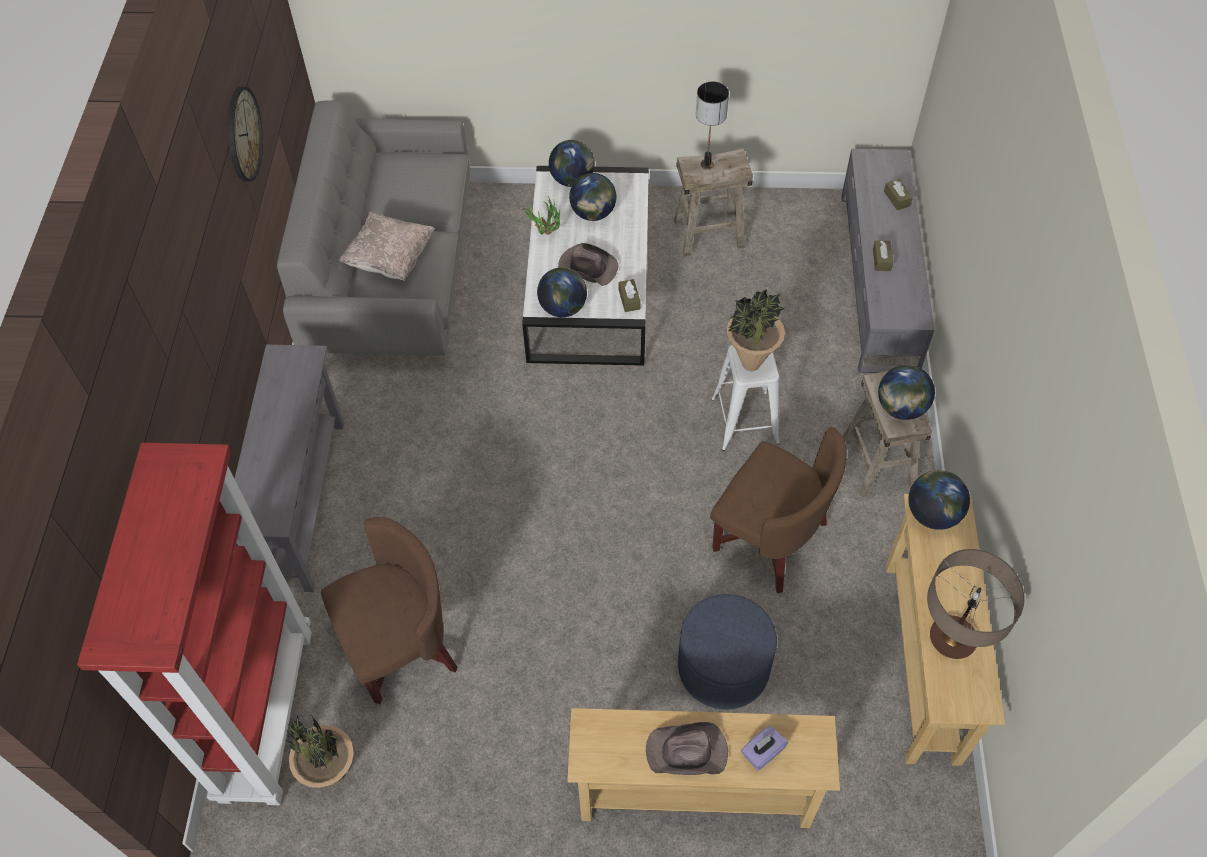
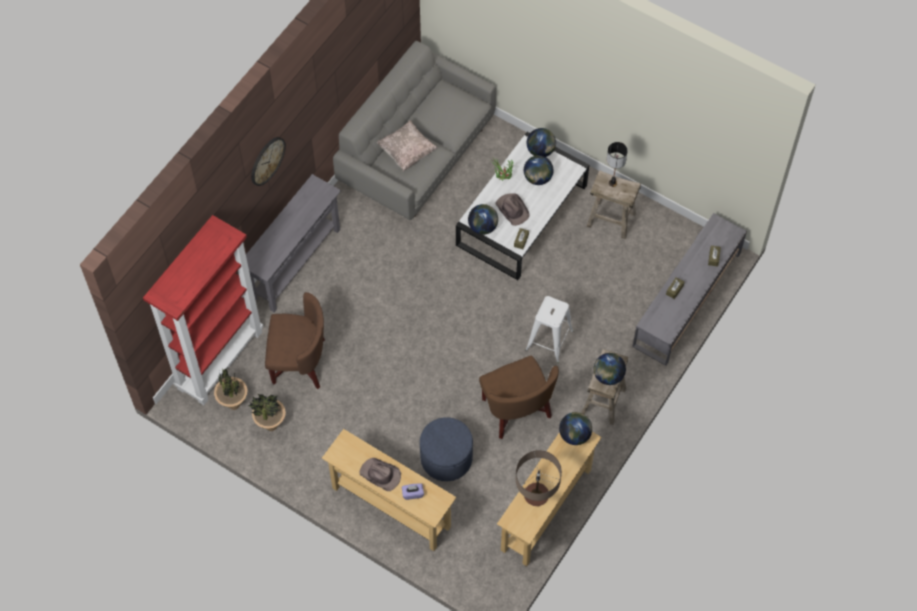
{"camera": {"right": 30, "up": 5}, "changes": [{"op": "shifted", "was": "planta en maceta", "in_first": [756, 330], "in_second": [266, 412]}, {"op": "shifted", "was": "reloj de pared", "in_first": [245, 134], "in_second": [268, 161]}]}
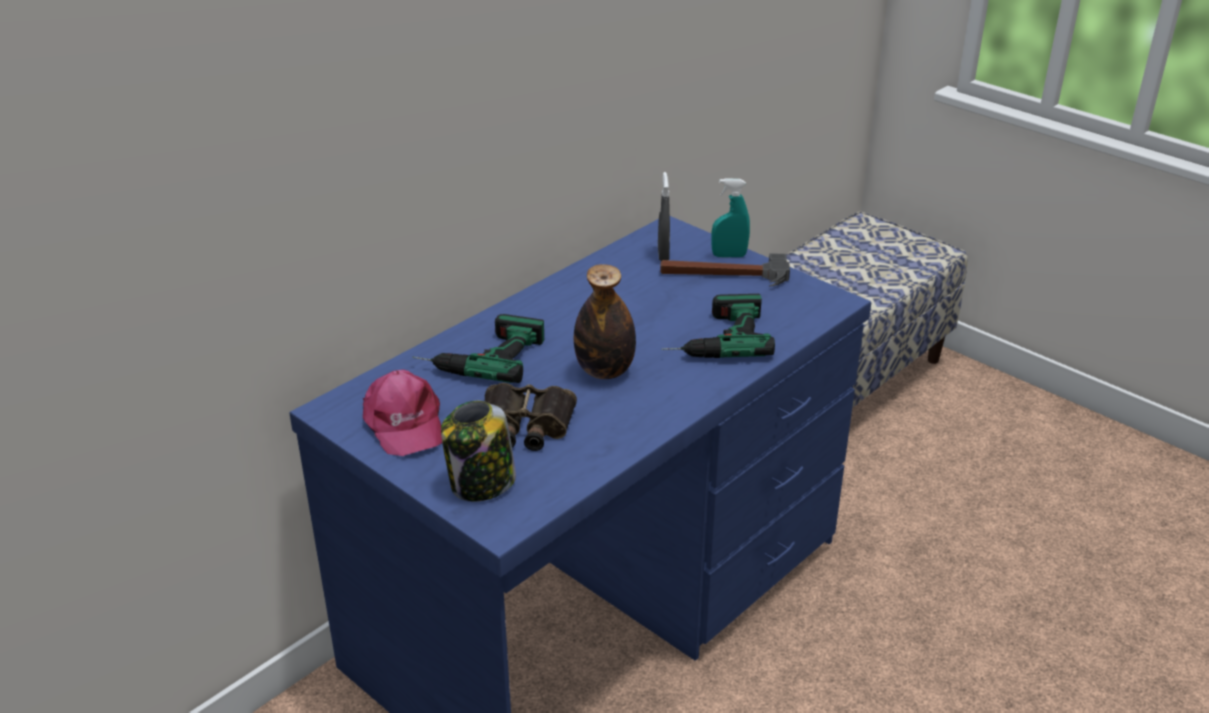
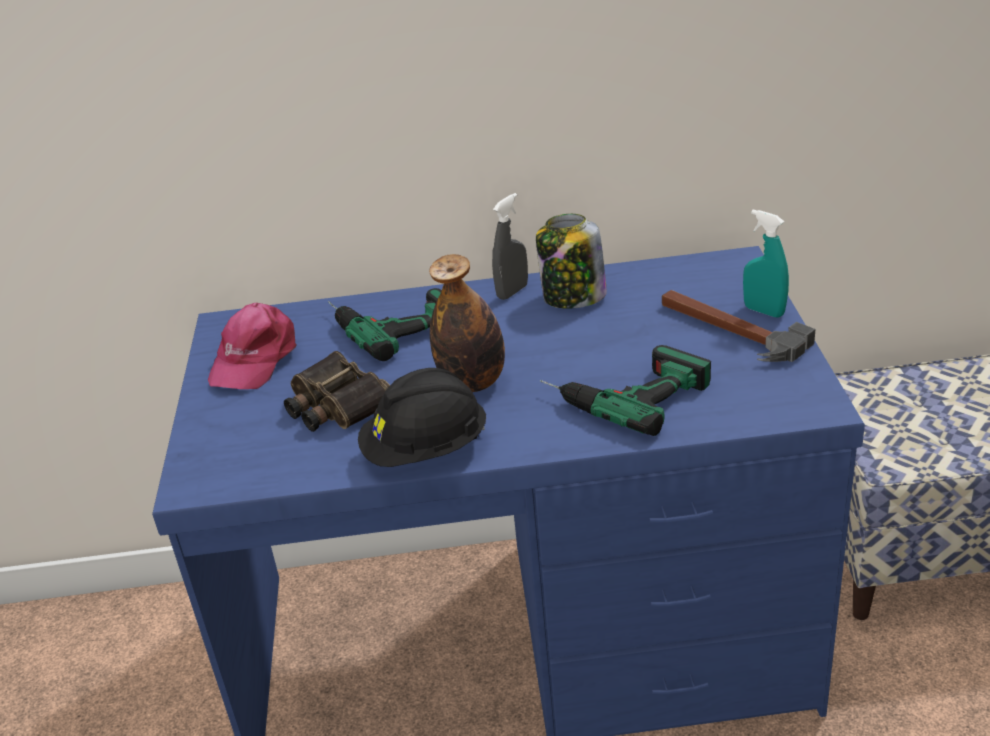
{"camera": {"right": 45, "up": 0}, "changes": [{"op": "new", "now": "casco/negro", "in_second": [422, 417]}, {"op": "shifted", "was": "pulverizador/gris", "in_first": [664, 216], "in_second": [510, 246]}, {"op": "shifted", "was": "tarro", "in_first": [478, 451], "in_second": [571, 261]}]}
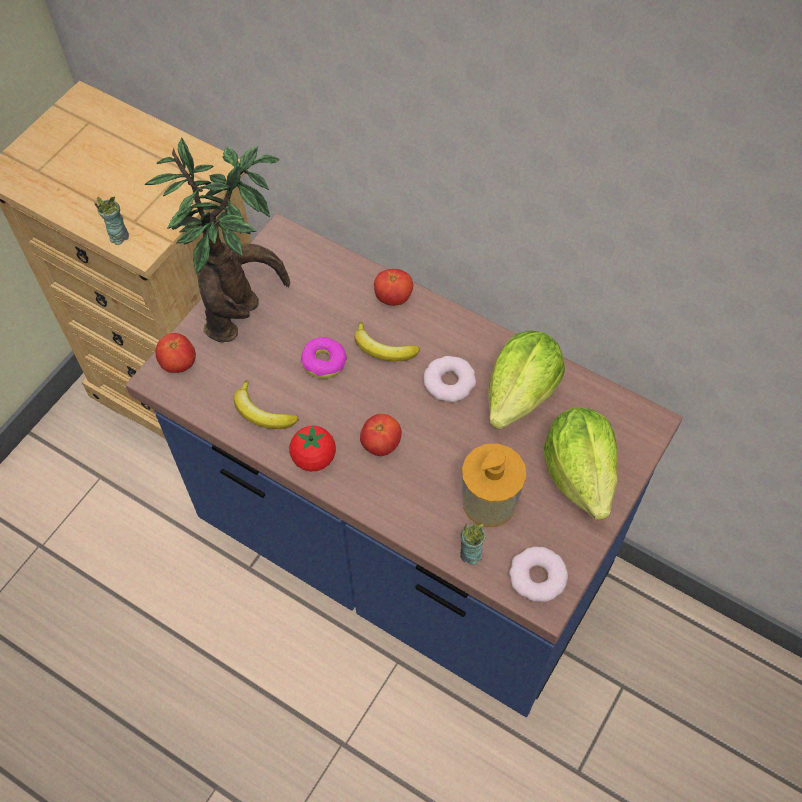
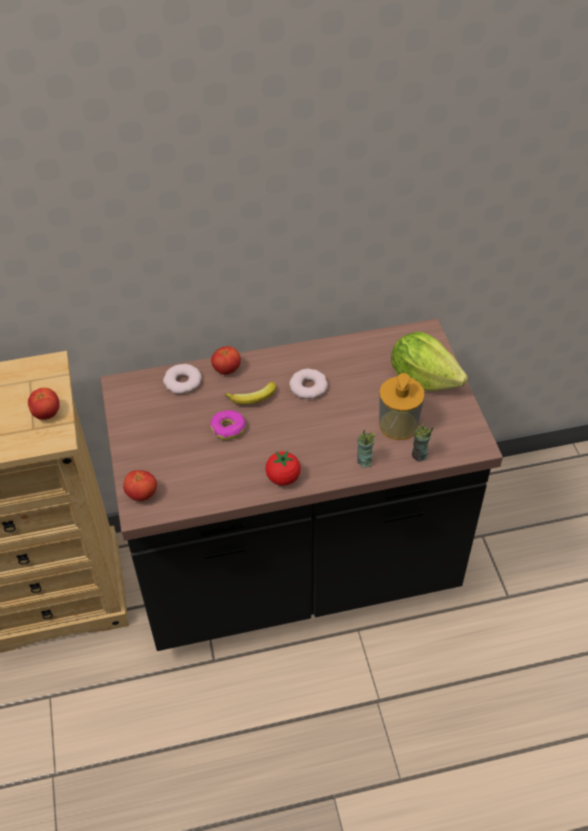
{"camera": {"right": -45, "up": -10}, "changes": [{"op": "shifted", "was": "tomate", "in_first": [381, 435], "in_second": [44, 404]}, {"op": "repainted", "was": "mueble bajo de cocina/azul", "now": "mueble bajo de cocina/negro", "in_first": [404, 465], "in_second": [302, 485]}, {"op": "shifted", "was": "rosquilla", "in_first": [538, 574], "in_second": [182, 379]}, {"op": "shifted", "was": "taza", "in_first": [111, 220], "in_second": [366, 448]}, {"op": "gone", "was": "planta en maceta", "in_first": [217, 239]}, {"op": "gone", "was": "plátano", "in_first": [266, 404]}, {"op": "gone", "was": "lechuga", "in_first": [526, 380]}]}
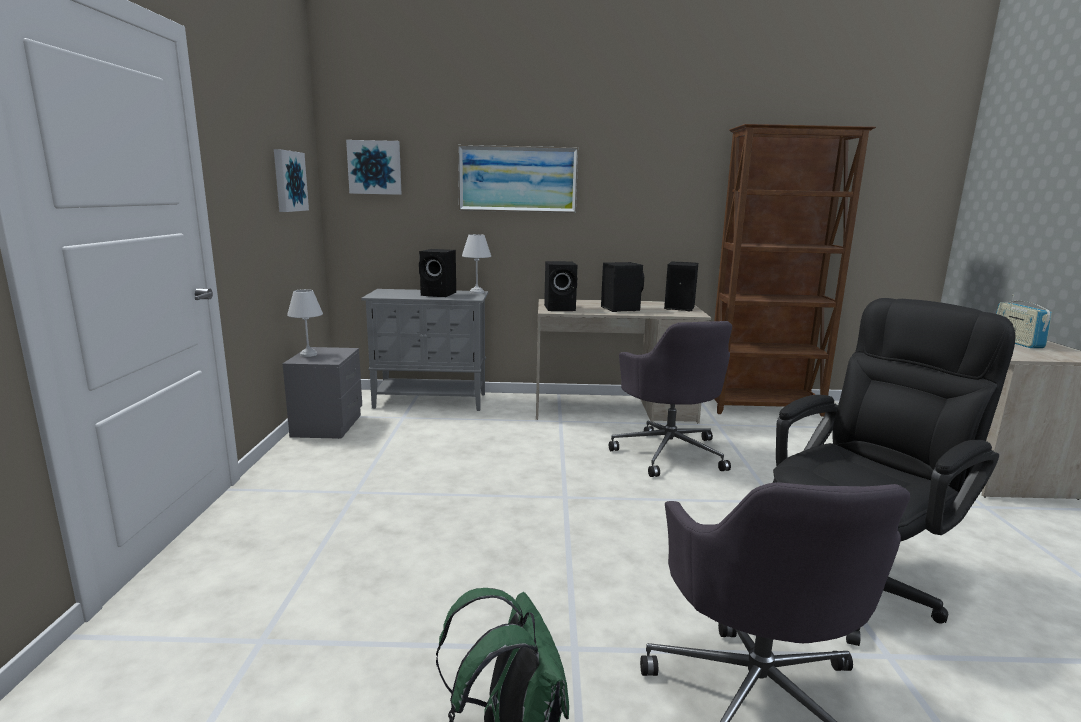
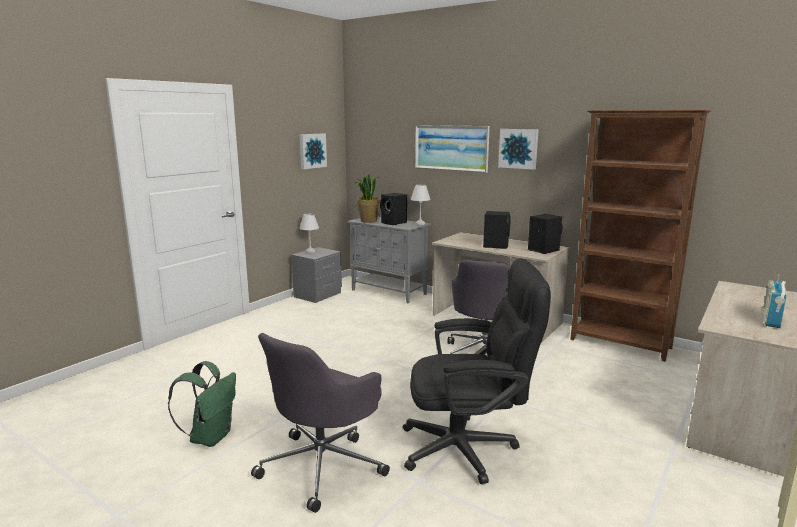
{"camera": {"right": 35, "up": 0}, "changes": [{"op": "new", "now": "planta en maceta", "in_second": [367, 198]}, {"op": "shifted", "was": "cuadro", "in_first": [374, 167], "in_second": [518, 149]}, {"op": "gone", "was": "altavoz/negro", "in_first": [560, 286]}]}
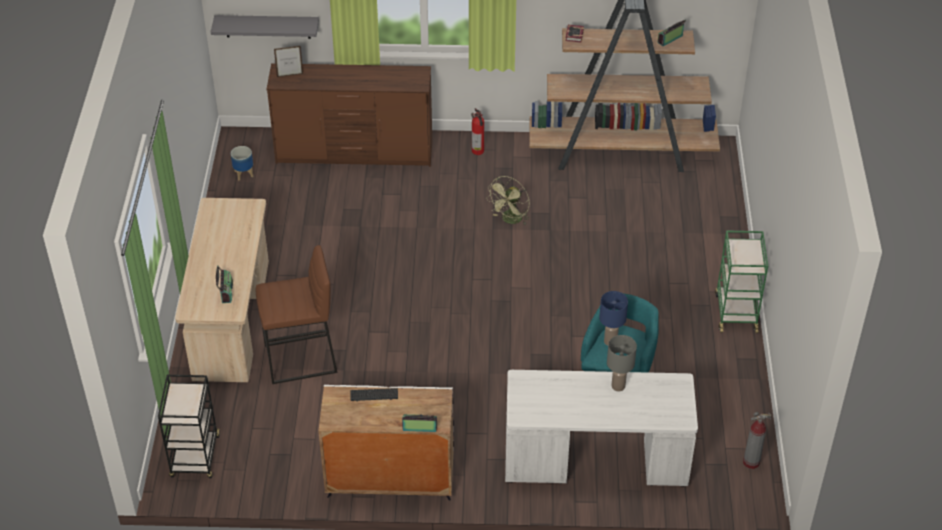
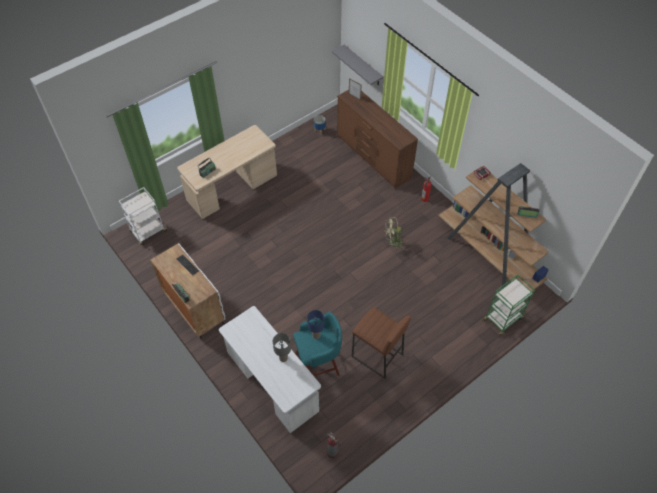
{"camera": {"right": 50, "up": 10}, "changes": [{"op": "repainted", "was": "carrito/negro", "now": "carrito/blanco", "in_first": [189, 426], "in_second": [143, 216]}, {"op": "shifted", "was": "taburete/marrón", "in_first": [296, 314], "in_second": [381, 343]}, {"op": "shifted", "was": "carrito/verde", "in_first": [741, 281], "in_second": [508, 305]}]}
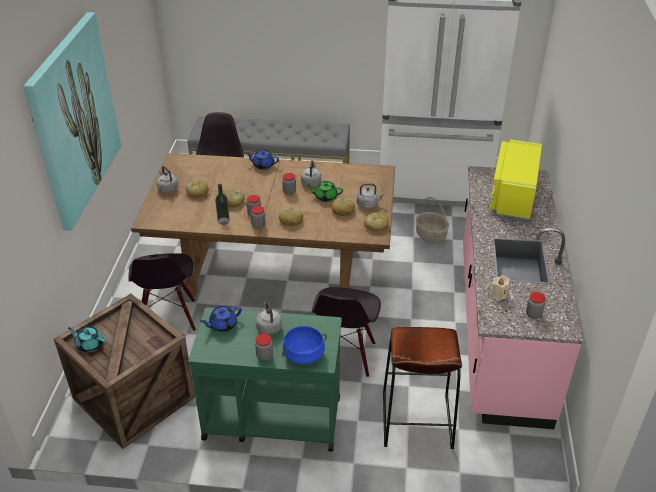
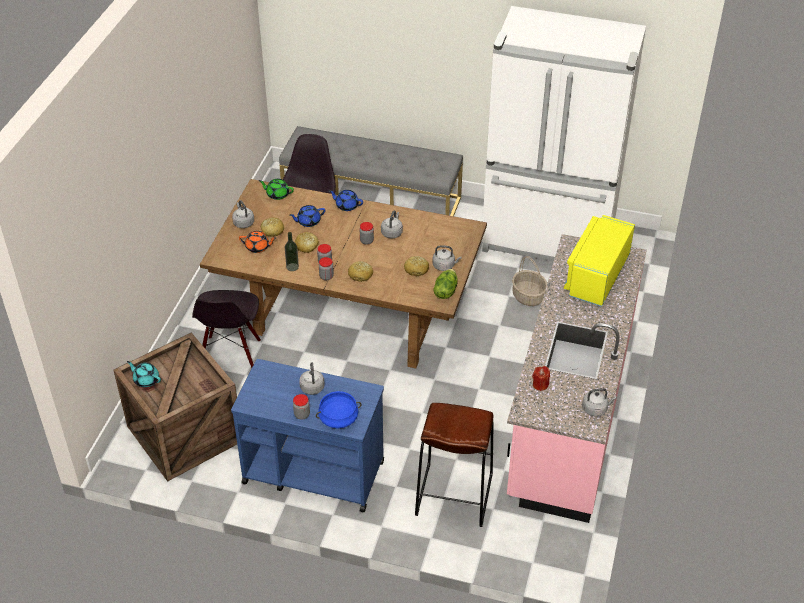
{"camera": {"right": 10, "up": 5}, "changes": [{"op": "repainted", "was": "carrito/verde", "now": "carrito/azul", "in_first": [265, 379], "in_second": [307, 435]}, {"op": "new", "now": "tetera/naranja", "in_second": [257, 242]}, {"op": "shifted", "was": "tetera/verde", "in_first": [325, 191], "in_second": [276, 189]}, {"op": "shifted", "was": "tetera/azul", "in_first": [221, 319], "in_second": [307, 216]}, {"op": "swapped", "was": "pan", "now": "lechuga", "in_first": [376, 222], "in_second": [445, 284]}, {"op": "repainted", "was": "vela/beis", "now": "vela/rojo", "in_first": [500, 288], "in_second": [541, 378]}, {"op": "new", "now": "hervidor/gris", "in_second": [599, 402]}, {"op": "gone", "was": "cuadro", "in_first": [72, 121]}, {"op": "gone", "was": "silla/negro", "in_first": [346, 332]}, {"op": "gone", "was": "tarro", "in_first": [536, 305]}]}
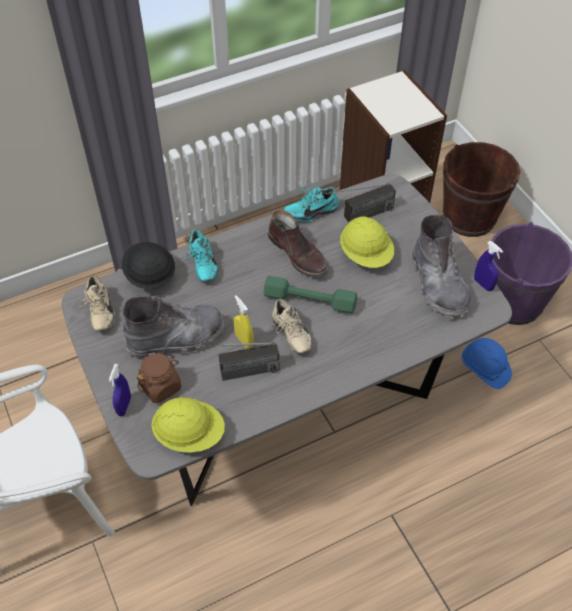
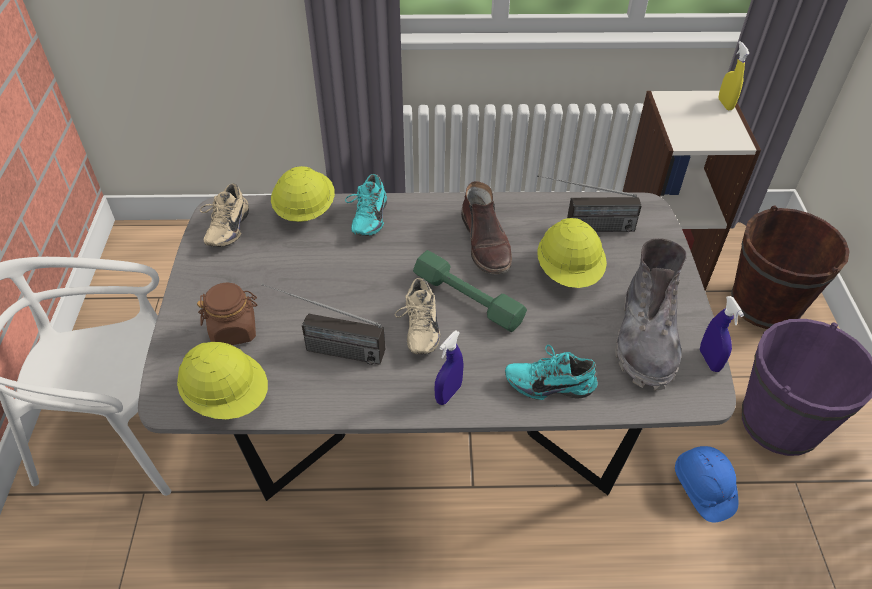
{"camera": {"right": 25, "up": -5}, "changes": [{"op": "repainted", "was": "casco/negro", "now": "casco/amarillo", "in_first": [148, 265], "in_second": [303, 194]}, {"op": "shifted", "was": "pulverizador/azul", "in_first": [120, 390], "in_second": [449, 368]}, {"op": "shifted", "was": "zapato/turquesa", "in_first": [311, 204], "in_second": [551, 372]}, {"op": "shifted", "was": "pulverizador/amarillo", "in_first": [244, 322], "in_second": [733, 75]}, {"op": "gone", "was": "bota/gris", "in_first": [173, 327]}]}
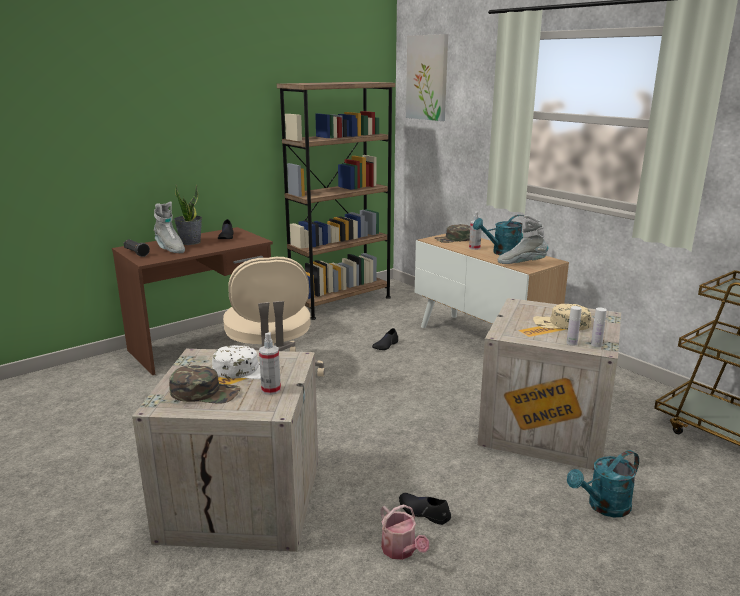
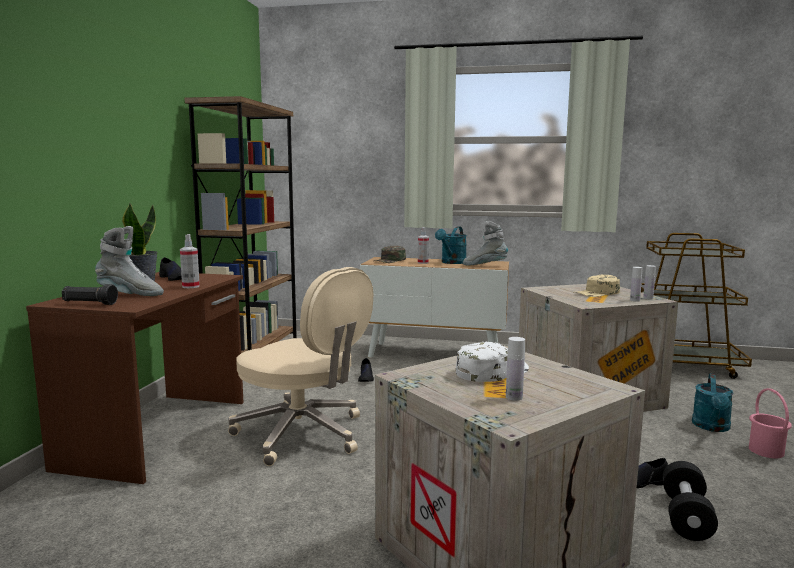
{"camera": {"right": -40, "up": -10}, "changes": [{"op": "shifted", "was": "pulverizador", "in_first": [270, 363], "in_second": [190, 261]}, {"op": "rotated", "was": "bota/gris", "in_first": [523, 239], "in_second": [485, 243], "clockwise": 45}, {"op": "swapped", "was": "gorra/verde", "now": "botella/blanco", "in_first": [205, 384], "in_second": [515, 369]}, {"op": "swapped", "was": "regadera", "now": "mancuerna/negro", "in_first": [404, 532], "in_second": [690, 501]}, {"op": "new", "now": "cubo/rosa", "in_second": [770, 423]}, {"op": "gone", "was": "cuadro", "in_first": [427, 77]}]}
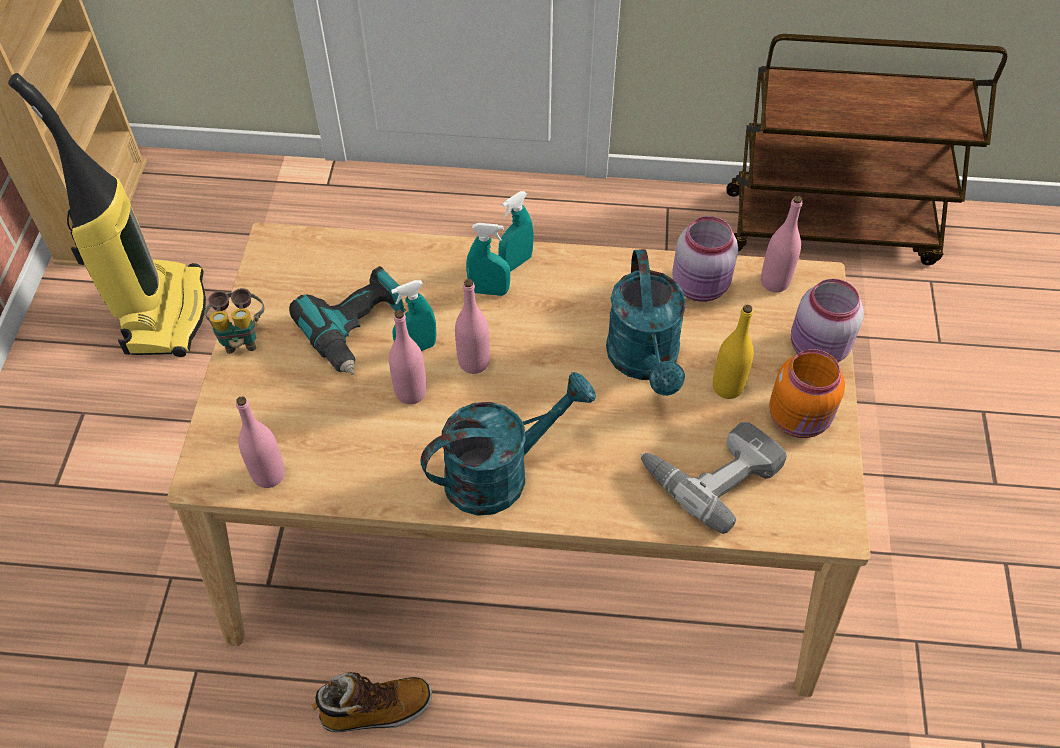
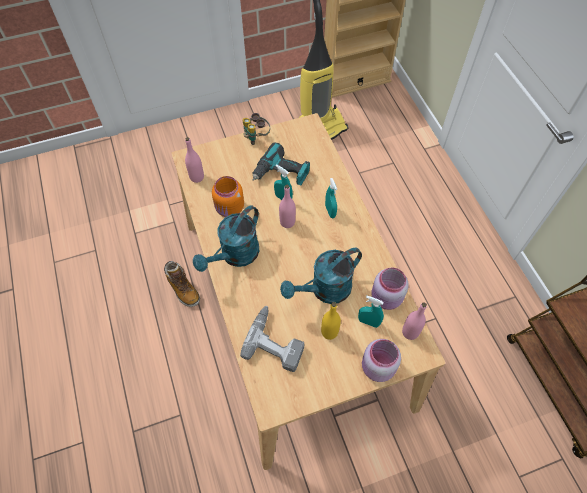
{"camera": {"right": 65, "up": 5}, "changes": [{"op": "rotated", "was": "regadera/turquesa", "in_first": [508, 444], "in_second": [226, 238], "clockwise": 90}, {"op": "shifted", "was": "tarro/naranja", "in_first": [807, 393], "in_second": [228, 196]}, {"op": "shifted", "was": "pulverizador/turquesa", "in_first": [516, 231], "in_second": [371, 312]}, {"op": "gone", "was": "botella/rosa", "in_first": [408, 357]}]}
